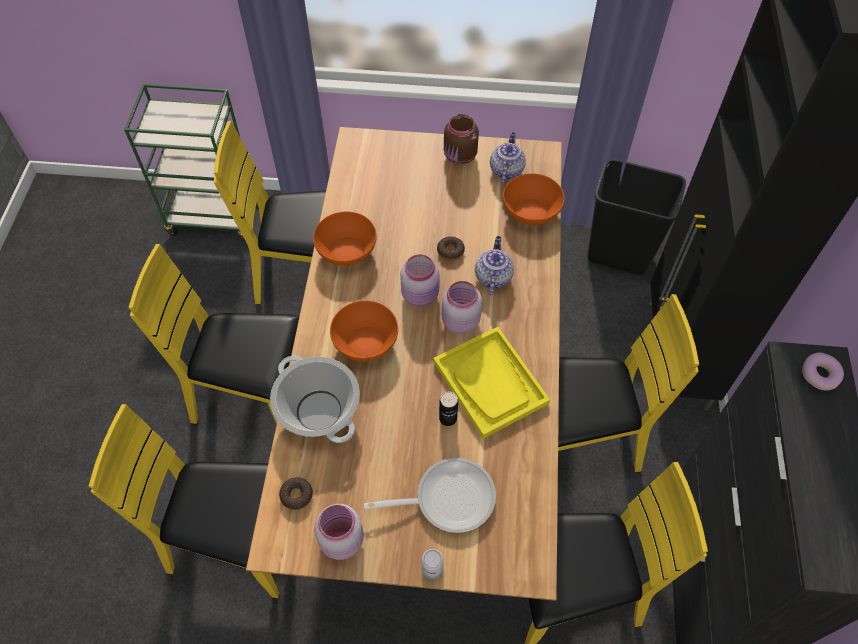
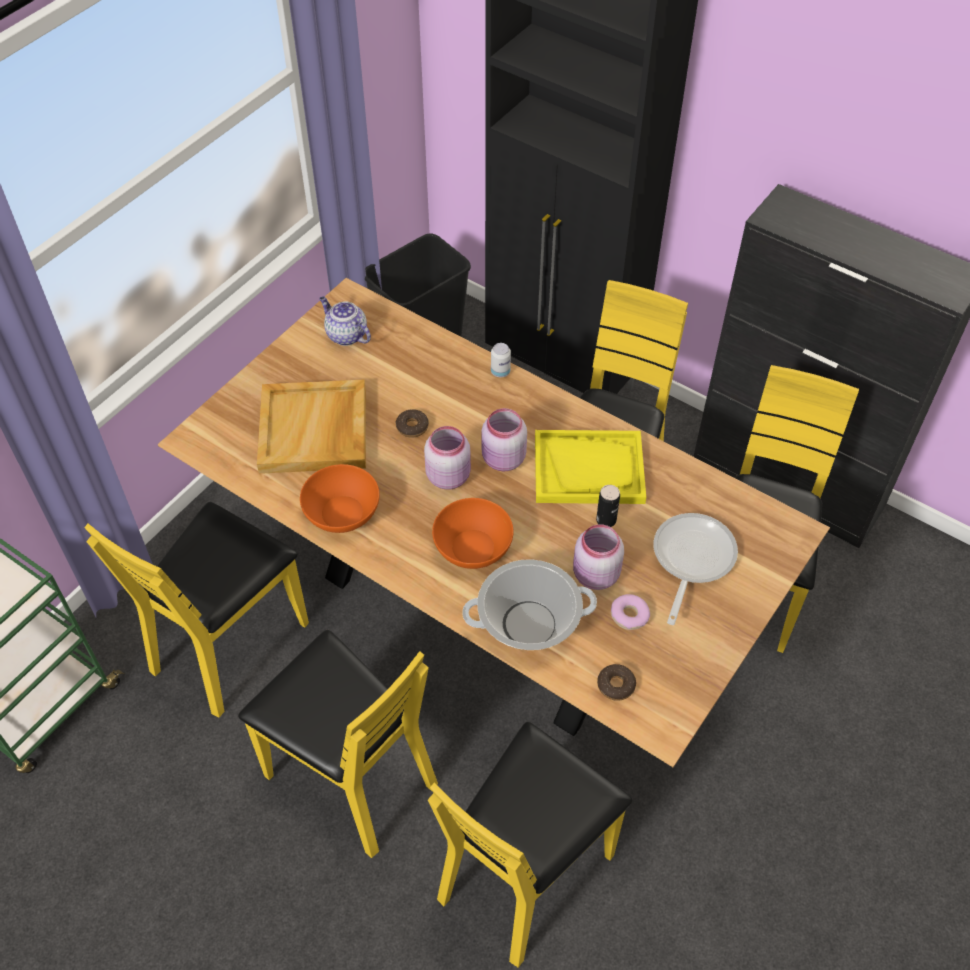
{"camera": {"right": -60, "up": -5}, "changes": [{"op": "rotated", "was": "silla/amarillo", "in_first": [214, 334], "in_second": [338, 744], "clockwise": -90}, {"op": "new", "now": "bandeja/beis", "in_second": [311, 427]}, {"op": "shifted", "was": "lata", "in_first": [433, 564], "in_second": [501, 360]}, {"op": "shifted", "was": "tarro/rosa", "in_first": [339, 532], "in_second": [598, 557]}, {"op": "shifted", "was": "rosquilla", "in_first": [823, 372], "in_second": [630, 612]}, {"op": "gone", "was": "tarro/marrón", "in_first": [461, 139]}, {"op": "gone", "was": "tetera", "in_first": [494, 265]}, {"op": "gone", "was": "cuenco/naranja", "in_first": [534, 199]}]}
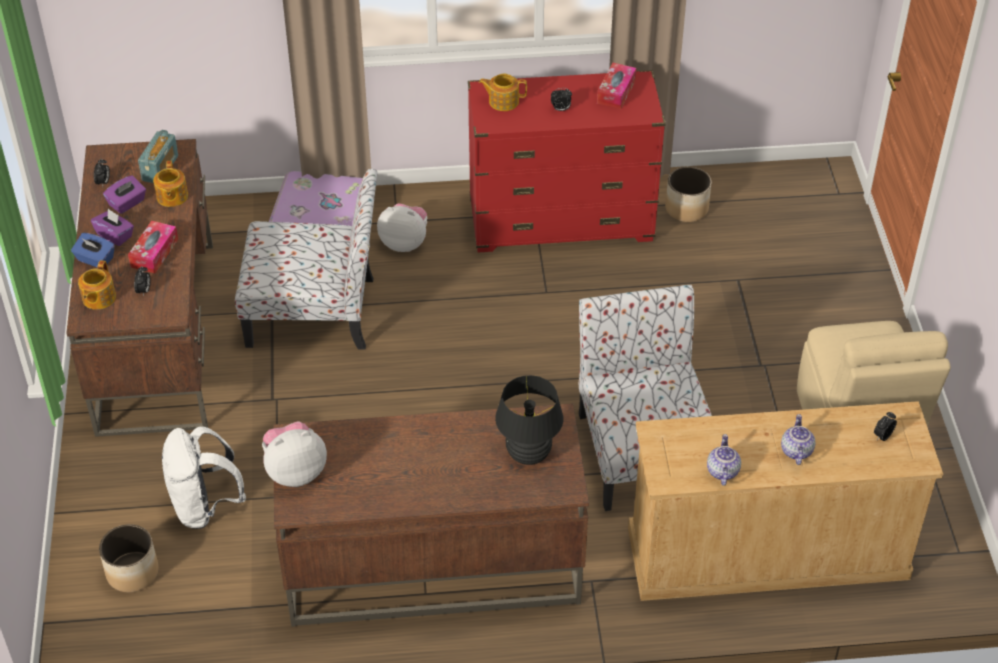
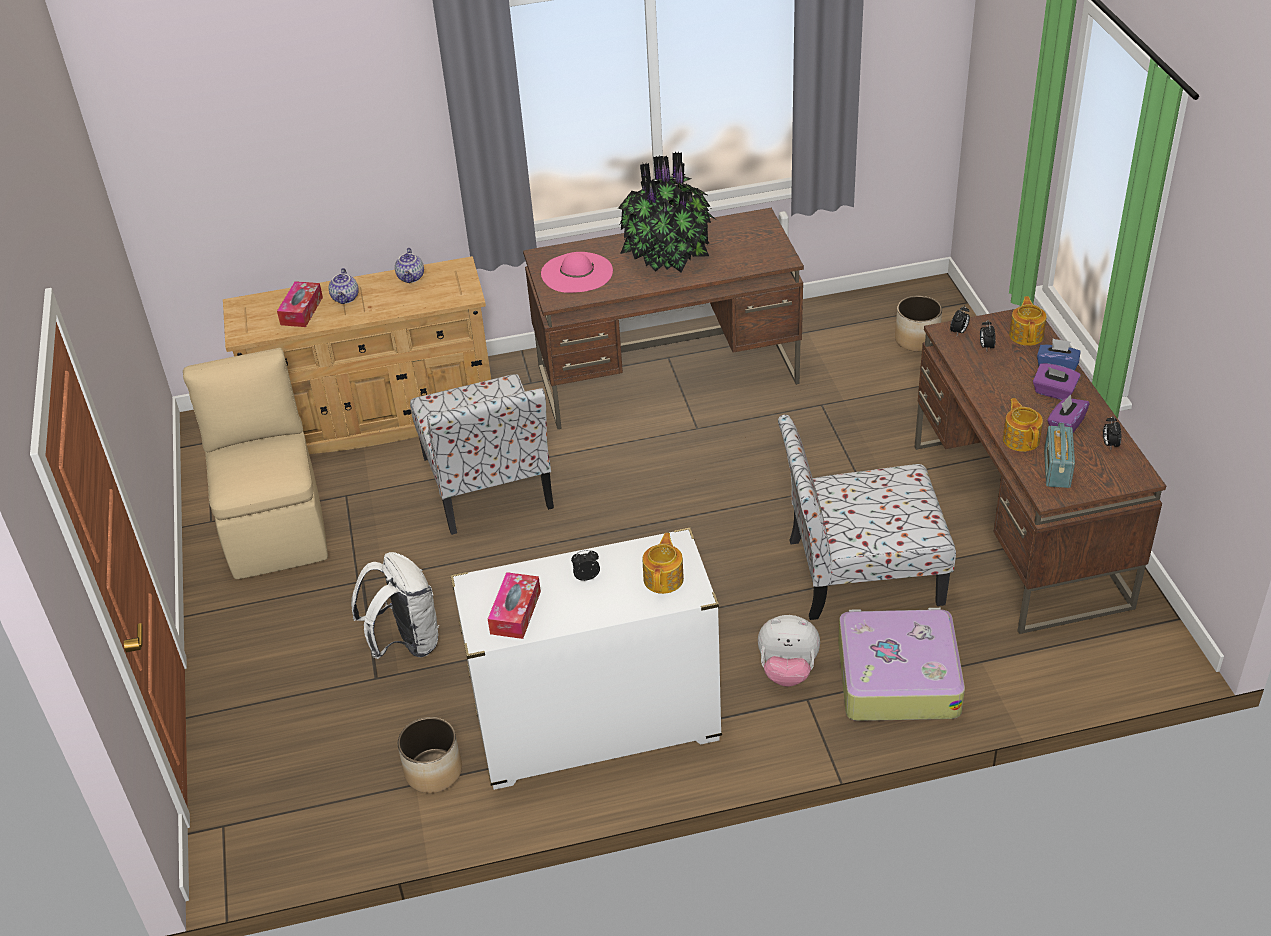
{"camera": {"right": 175, "up": -5}, "changes": [{"op": "shifted", "was": "caja de pañuelos", "in_first": [153, 247], "in_second": [300, 304]}, {"op": "shifted", "was": "mochila/blanco", "in_first": [204, 477], "in_second": [395, 605]}, {"op": "repainted", "was": "cómoda/rojo", "now": "cómoda/blanco", "in_first": [567, 161], "in_second": [586, 659]}, {"op": "swapped", "was": "lámpara de mesa/negro", "now": "sombrero/rosa", "in_first": [529, 420], "in_second": [577, 272]}, {"op": "new", "now": "planta en maceta", "in_second": [666, 212]}, {"op": "rotated", "was": "tetera", "in_first": [503, 92], "in_second": [663, 563], "clockwise": -75}, {"op": "shifted", "was": "despertador", "in_first": [885, 426], "in_second": [960, 320]}, {"op": "gone", "was": "peluche", "in_first": [294, 454]}]}
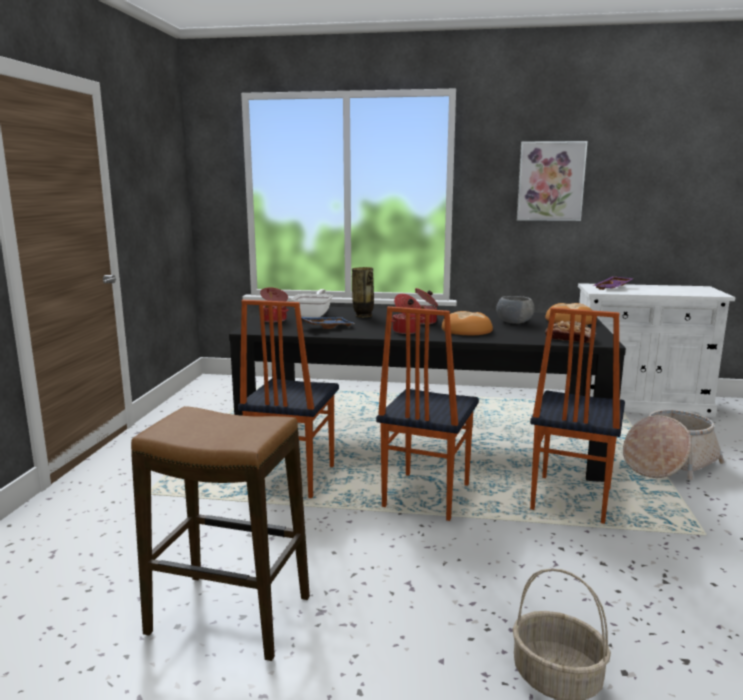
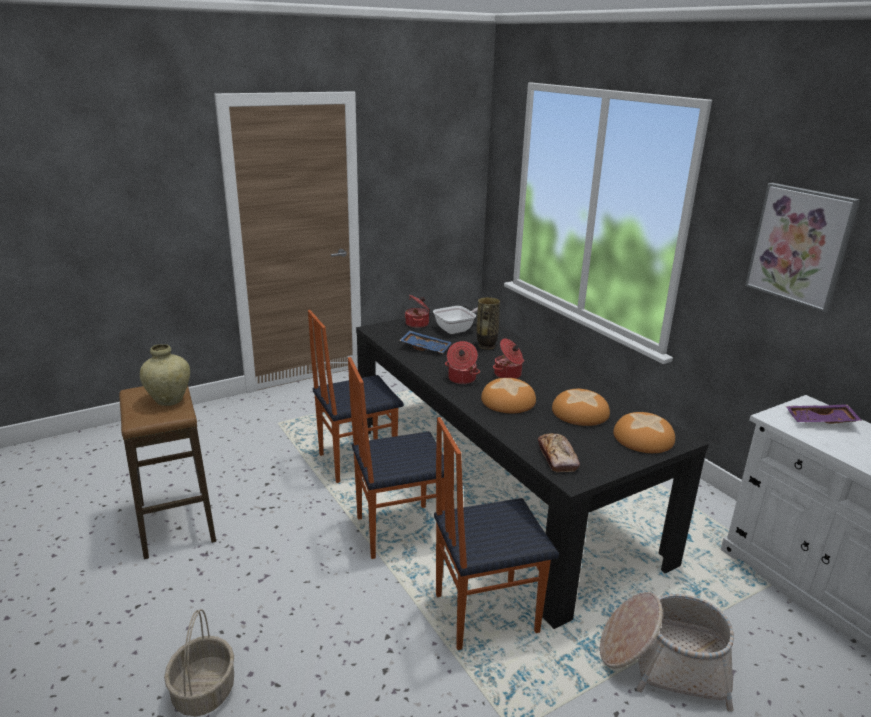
{"camera": {"right": 50, "up": 10}, "changes": [{"op": "new", "now": "florero/beis", "in_second": [165, 375]}, {"op": "swapped", "was": "cuenco/gris", "now": "pan", "in_first": [515, 310], "in_second": [581, 407]}]}
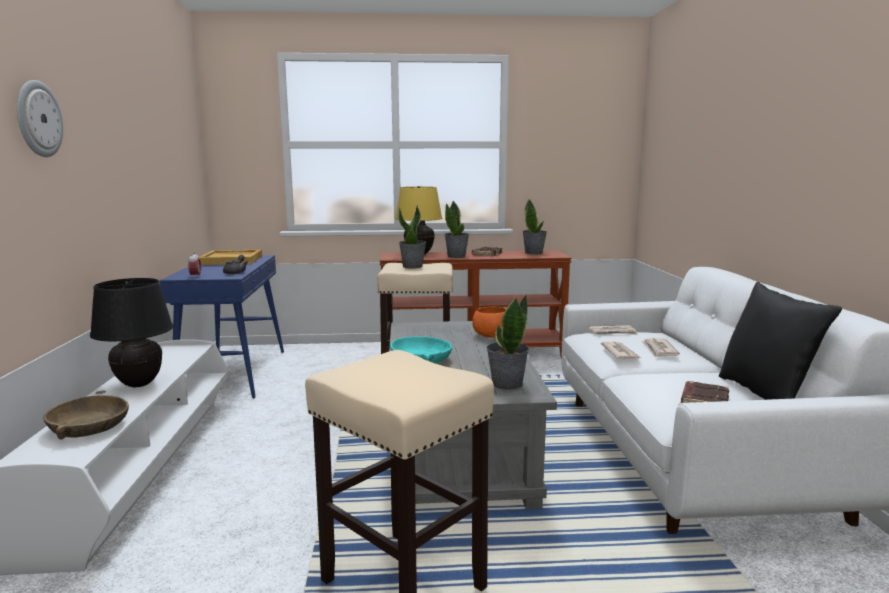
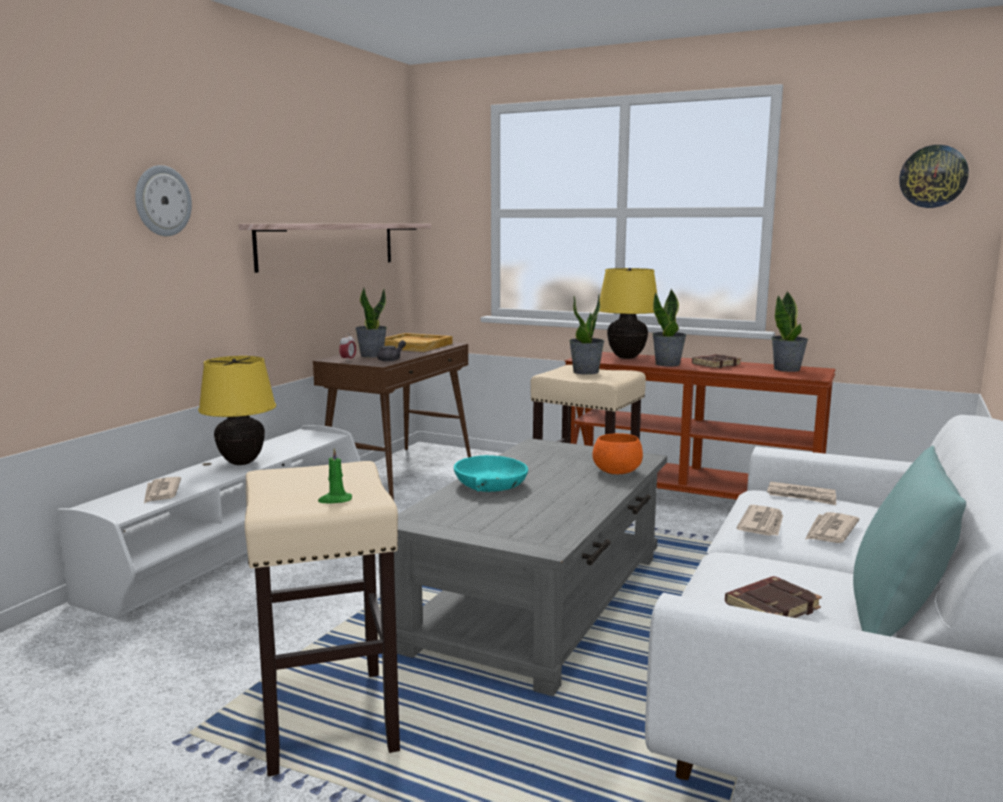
{"camera": {"right": 30, "up": 0}, "changes": [{"op": "swapped", "was": "cuenco/marrón", "now": "periódico", "in_first": [86, 417], "in_second": [162, 490]}, {"op": "repainted", "was": "lámpara de mesa/negro", "now": "lámpara de mesa/amarillo", "in_first": [131, 332], "in_second": [237, 410]}, {"op": "new", "now": "estante", "in_second": [335, 248]}, {"op": "repainted", "was": "mesa consola/azul", "now": "mesa consola/marrón", "in_first": [221, 327], "in_second": [392, 422]}, {"op": "new", "now": "vela/verde", "in_second": [335, 475]}, {"op": "shifted", "was": "planta en maceta", "in_first": [508, 342], "in_second": [371, 322]}, {"op": "repainted", "was": "cojín/negro", "now": "cojín/turquesa", "in_first": [780, 341], "in_second": [909, 541]}, {"op": "new", "now": "reloj de pared", "in_second": [934, 176]}]}
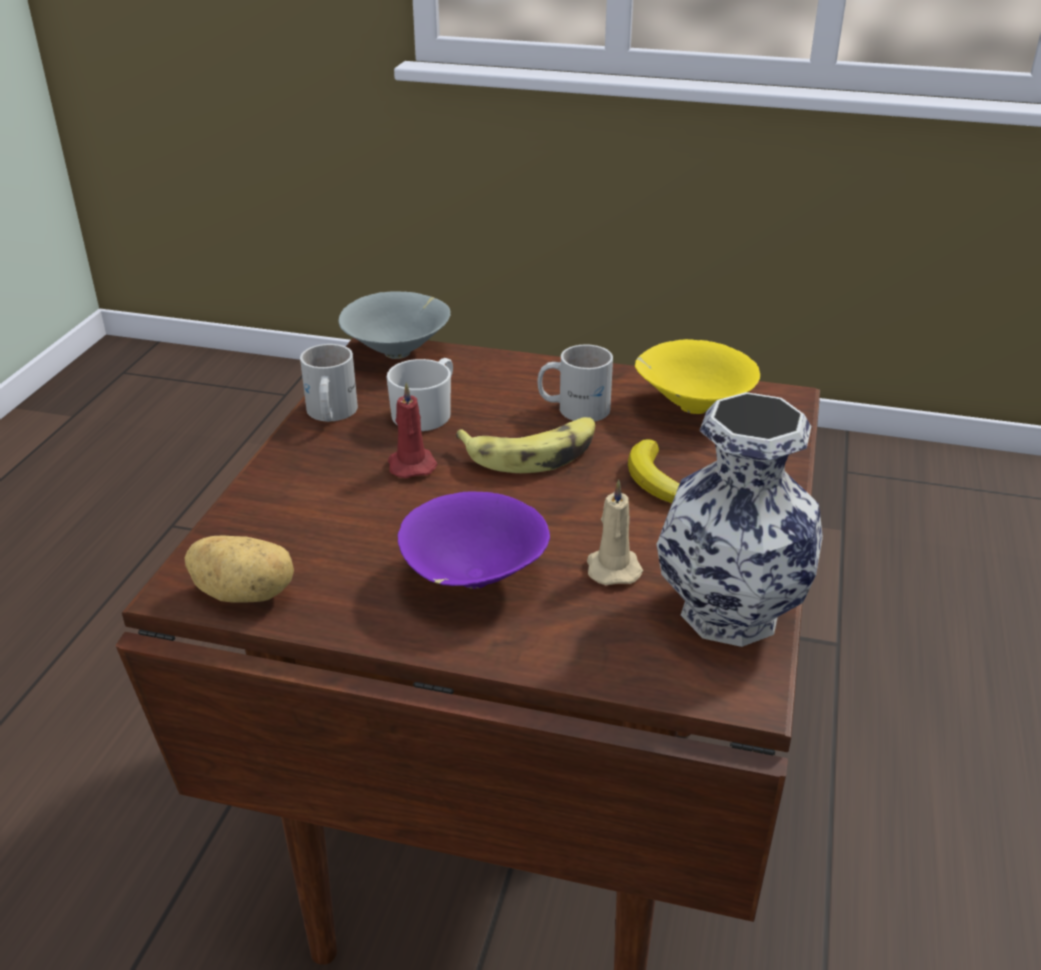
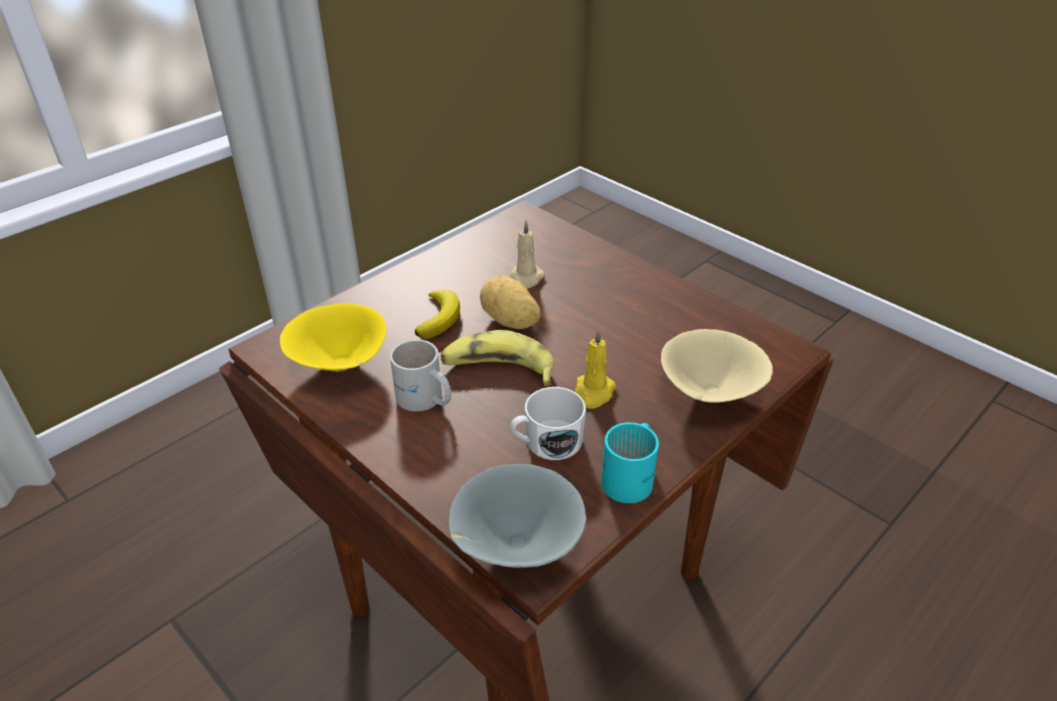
{"camera": {"right": -150, "up": 5}, "changes": [{"op": "shifted", "was": "patata", "in_first": [239, 569], "in_second": [510, 302]}, {"op": "repainted", "was": "vela/rojo", "now": "vela/amarillo", "in_first": [413, 430], "in_second": [595, 369]}, {"op": "repainted", "was": "taza grande/blanco", "now": "taza grande/turquesa", "in_first": [329, 383], "in_second": [630, 462]}, {"op": "new", "now": "cuenco/beis", "in_second": [717, 366]}, {"op": "gone", "was": "cuenco/morado", "in_first": [474, 540]}, {"op": "gone", "was": "florero", "in_first": [739, 519]}]}
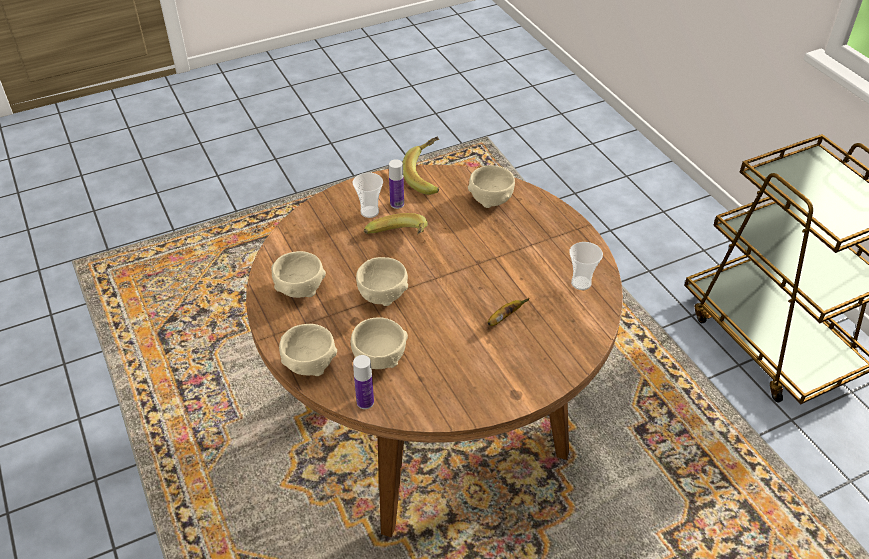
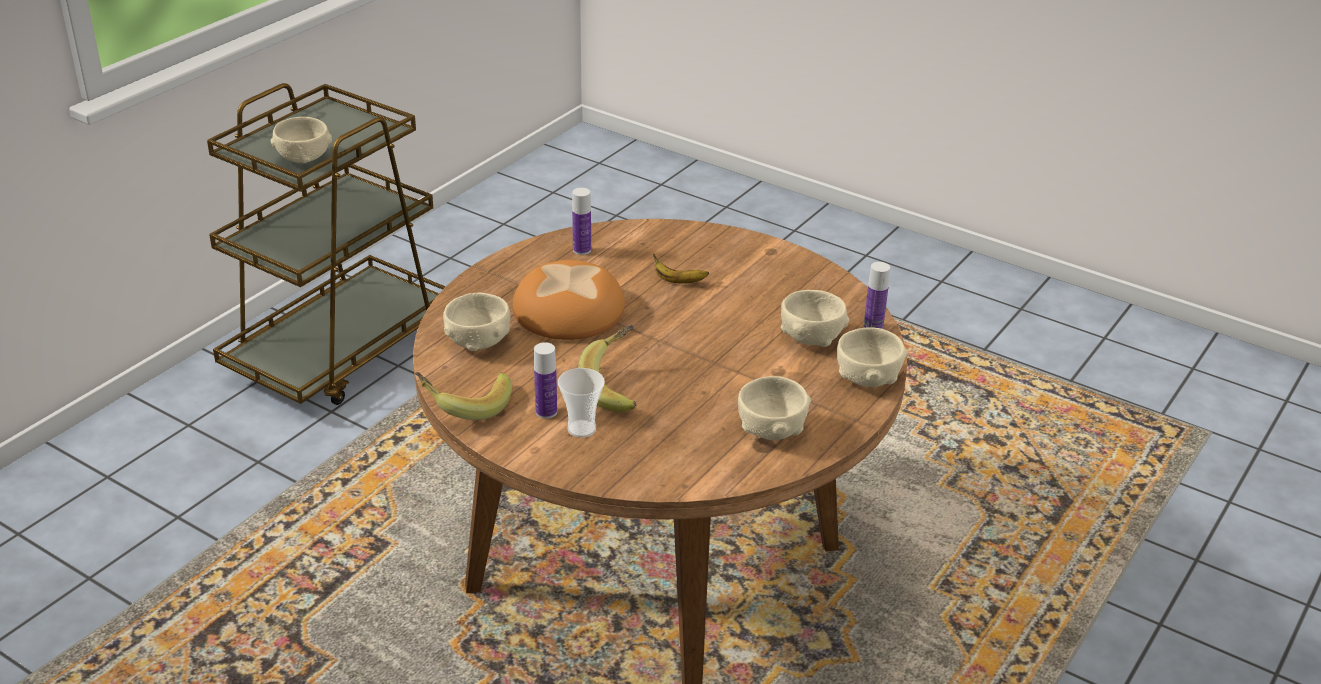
{"camera": {"right": -120, "up": -10}, "changes": [{"op": "shifted", "was": "cuenco/beis", "in_first": [382, 281], "in_second": [301, 140]}, {"op": "new", "now": "pan", "in_second": [568, 300]}, {"op": "swapped", "was": "taza", "now": "botella", "in_first": [586, 266], "in_second": [581, 221]}]}
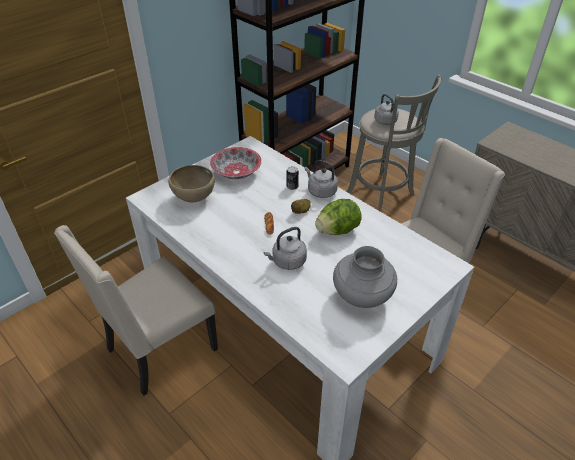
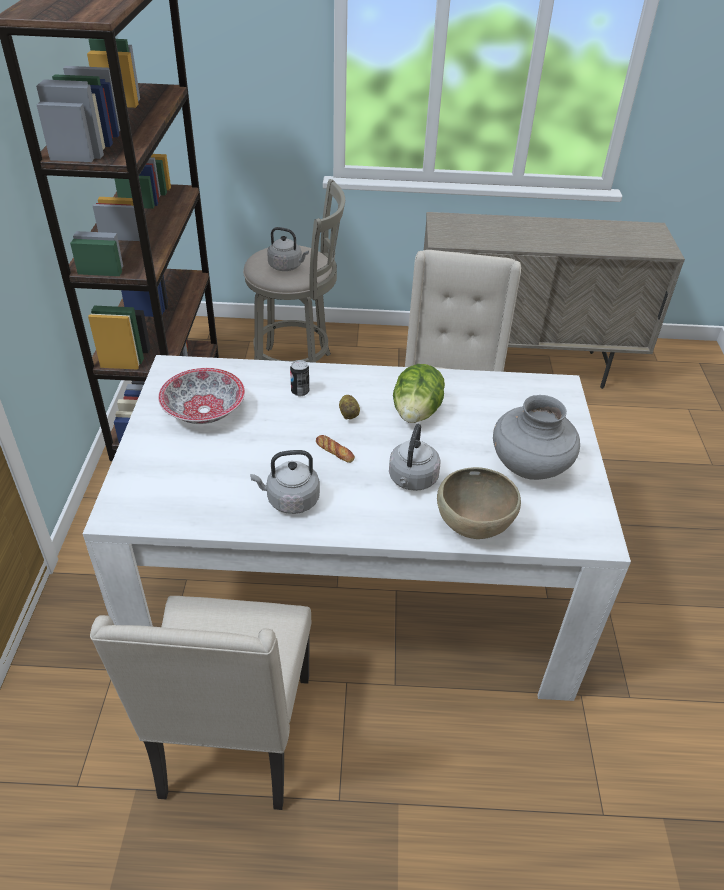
{"camera": {"right": -45, "up": 0}, "changes": [{"op": "shifted", "was": "hervidor/gris", "in_first": [321, 179], "in_second": [285, 482]}, {"op": "shifted", "was": "cuenco/marrón", "in_first": [191, 183], "in_second": [479, 503]}]}
